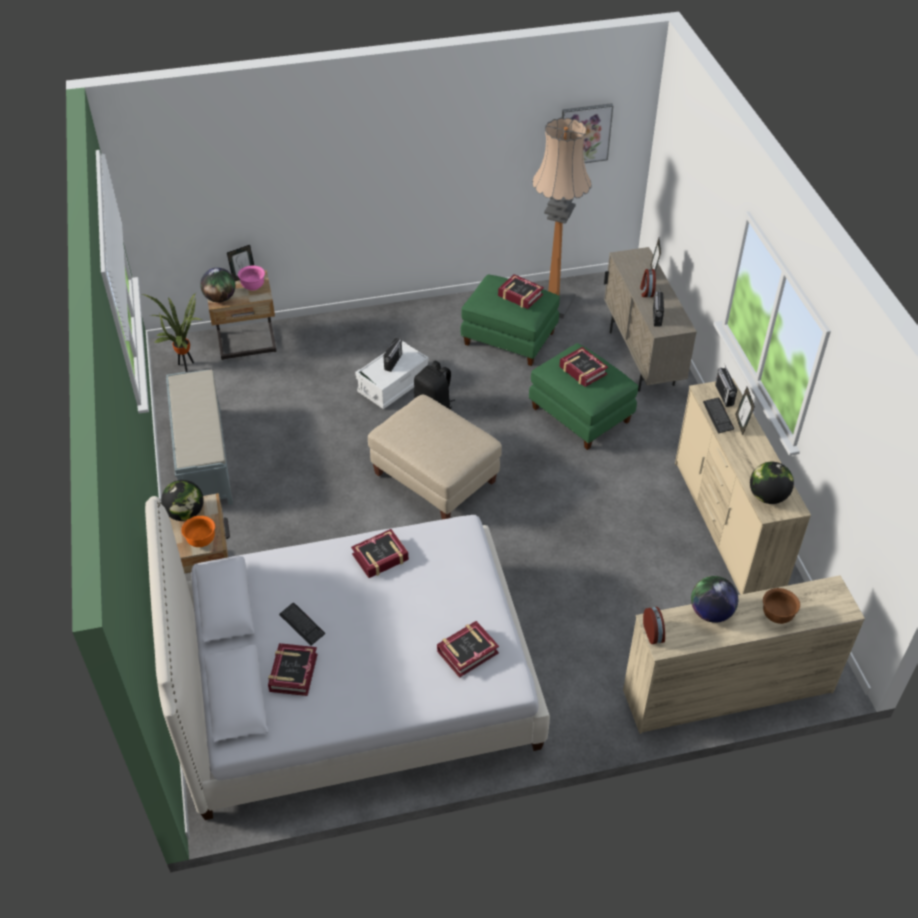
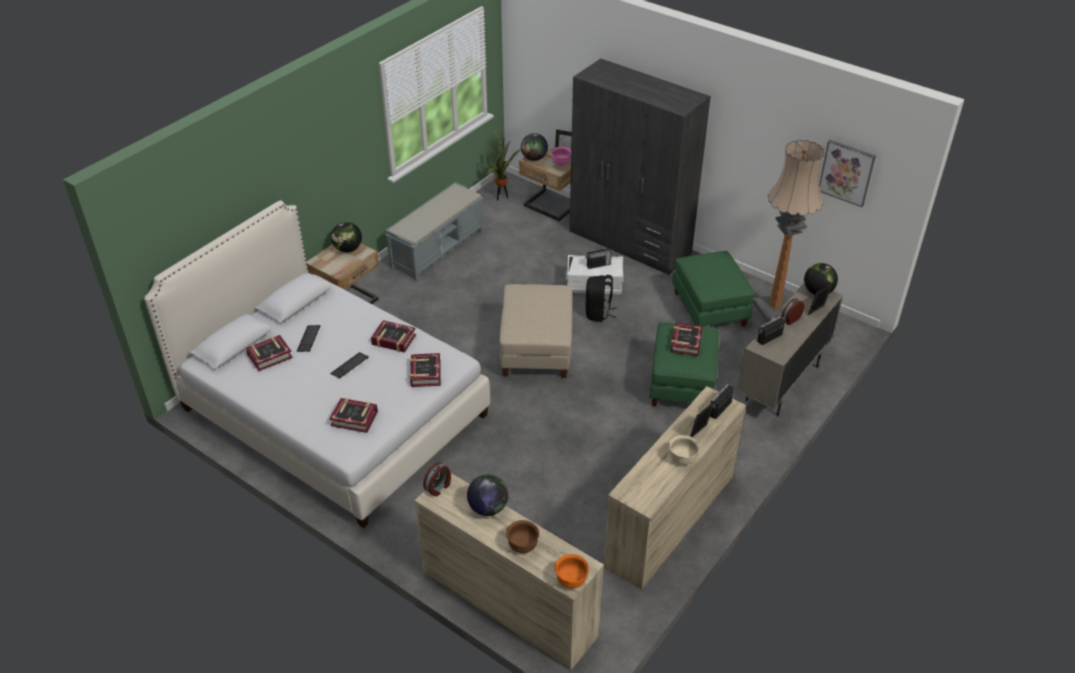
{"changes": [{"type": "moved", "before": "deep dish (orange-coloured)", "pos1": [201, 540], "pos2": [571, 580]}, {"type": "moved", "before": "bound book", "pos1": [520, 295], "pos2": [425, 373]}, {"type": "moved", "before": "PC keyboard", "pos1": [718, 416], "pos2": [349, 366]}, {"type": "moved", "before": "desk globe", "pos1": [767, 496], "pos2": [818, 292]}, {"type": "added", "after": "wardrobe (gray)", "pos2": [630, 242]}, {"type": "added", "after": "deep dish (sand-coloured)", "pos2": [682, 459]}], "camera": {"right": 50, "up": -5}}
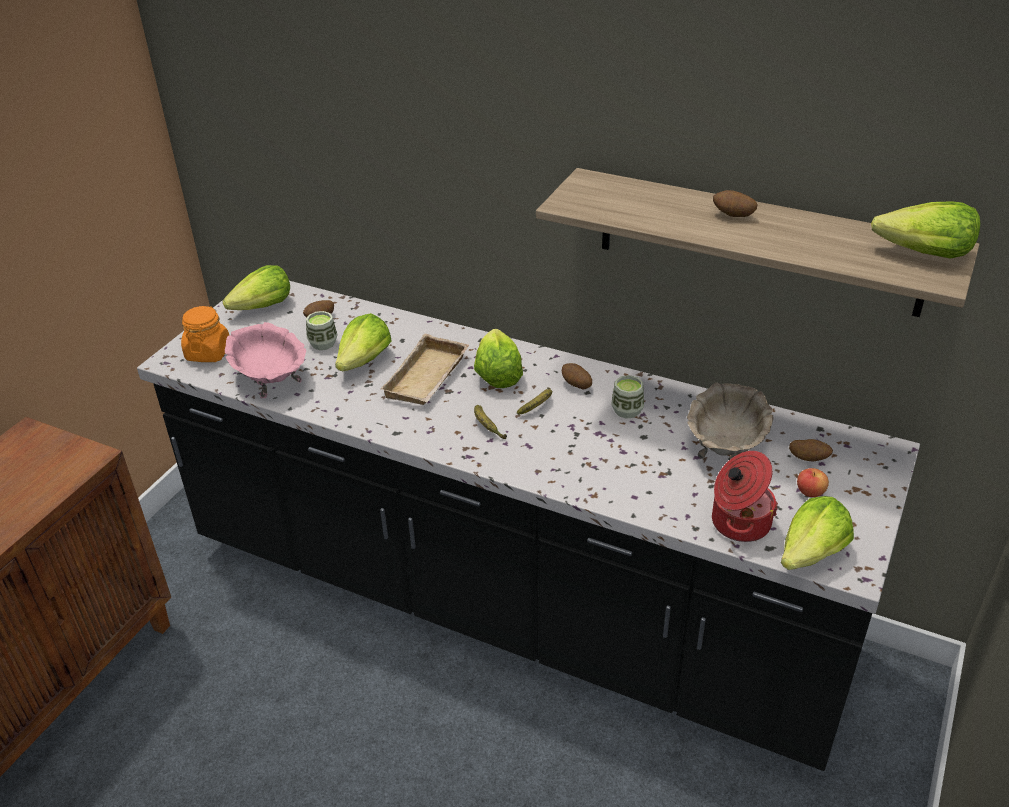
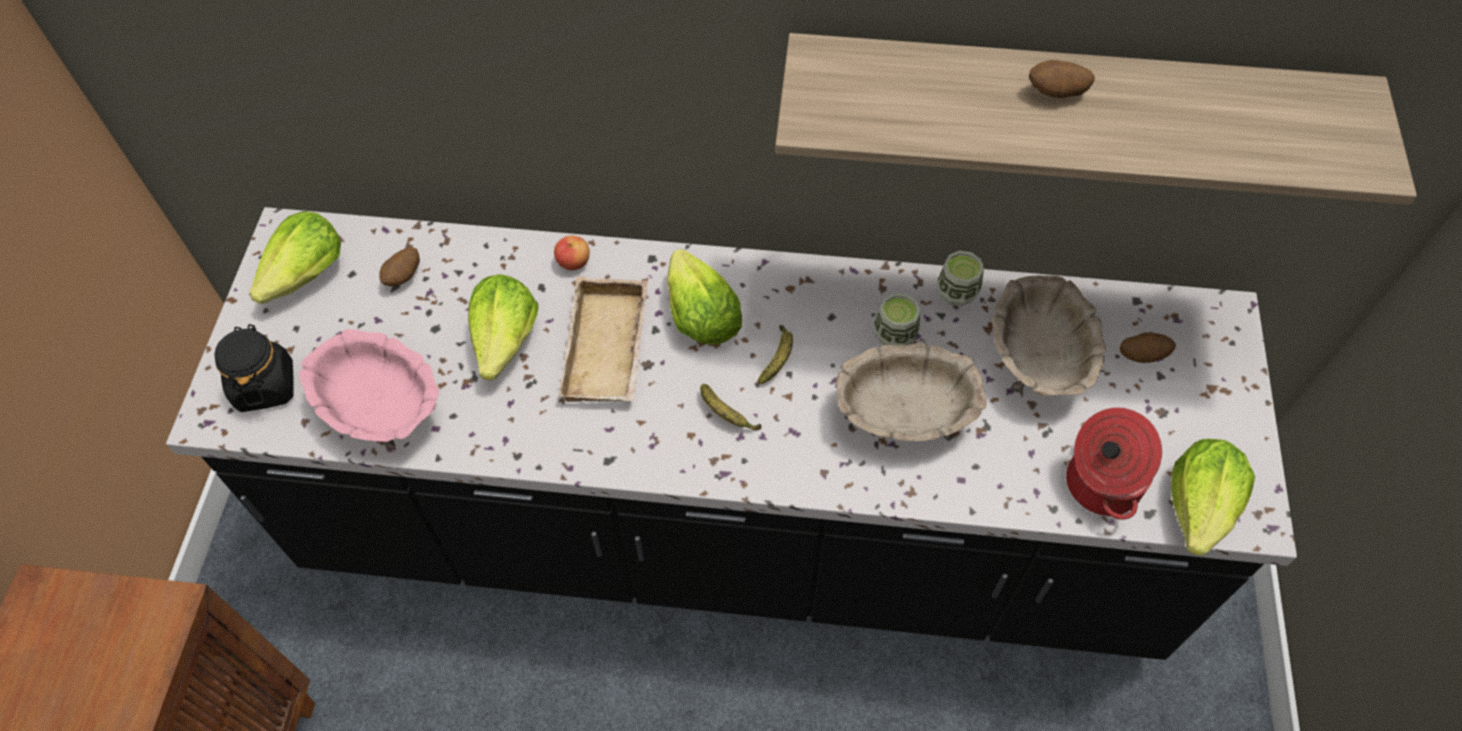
{"changes": [{"type": "recoloured", "before": "preserve jar (orange-coloured)", "after": "preserve jar (blackish)", "pos1": [208, 352], "pos2": [265, 385]}, {"type": "moved", "before": "small cup", "pos1": [323, 343], "pos2": [956, 292]}, {"type": "removed", "before": "whole potato", "pos1": [576, 385]}, {"type": "moved", "before": "whole apple", "pos1": [810, 492], "pos2": [574, 262]}, {"type": "removed", "before": "lettuce head", "pos1": [924, 254]}, {"type": "added", "after": "deep dish (sand-coloured)", "pos2": [903, 416]}], "camera": {"right": -20, "up": 20}}
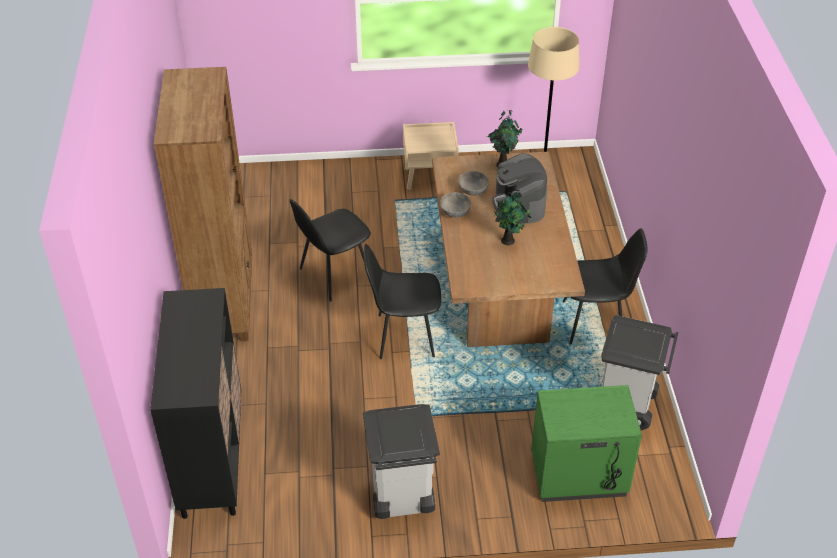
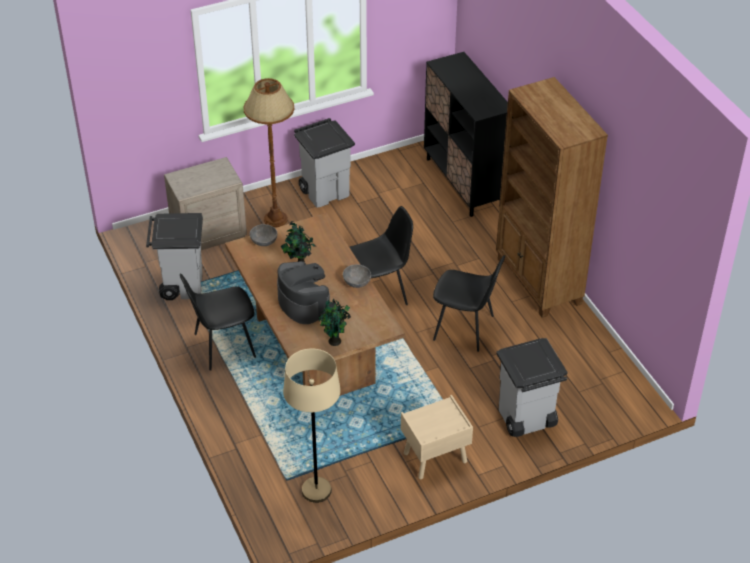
{"changes": [{"type": "turned", "before": "upright chair (blackish)", "pos1": [334, 275], "pos2": [465, 328], "turn": 75}, {"type": "moved", "before": "deep dish (gray)", "pos1": [473, 190], "pos2": [264, 241]}, {"type": "recoloured", "before": "night table (green-coloured)", "after": "night table (sand-coloured)", "pos1": [579, 475], "pos2": [208, 232]}, {"type": "added", "after": "standard lamp (brownish)", "pos2": [275, 219]}, {"type": "added", "after": "rubbish bin (gray)", "pos2": [525, 419]}], "camera": {"right": 160, "up": 0}}
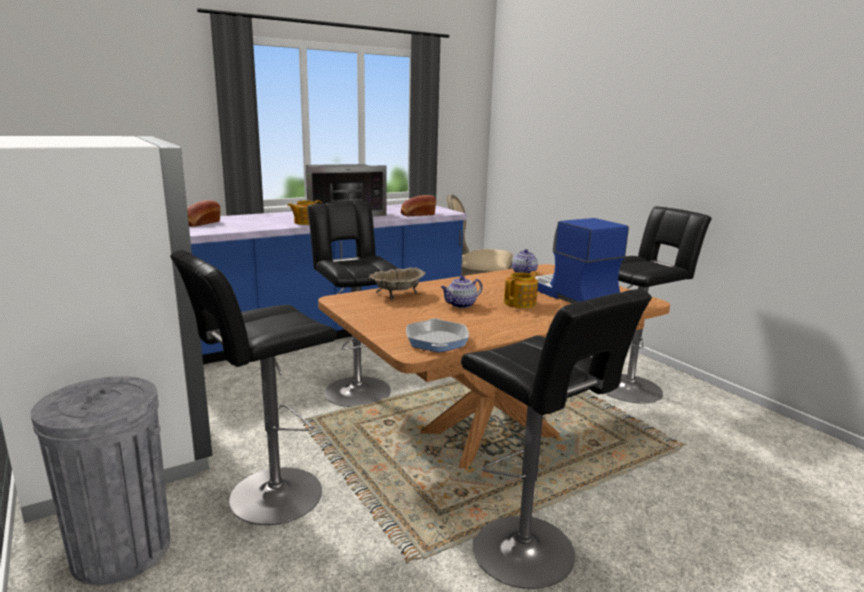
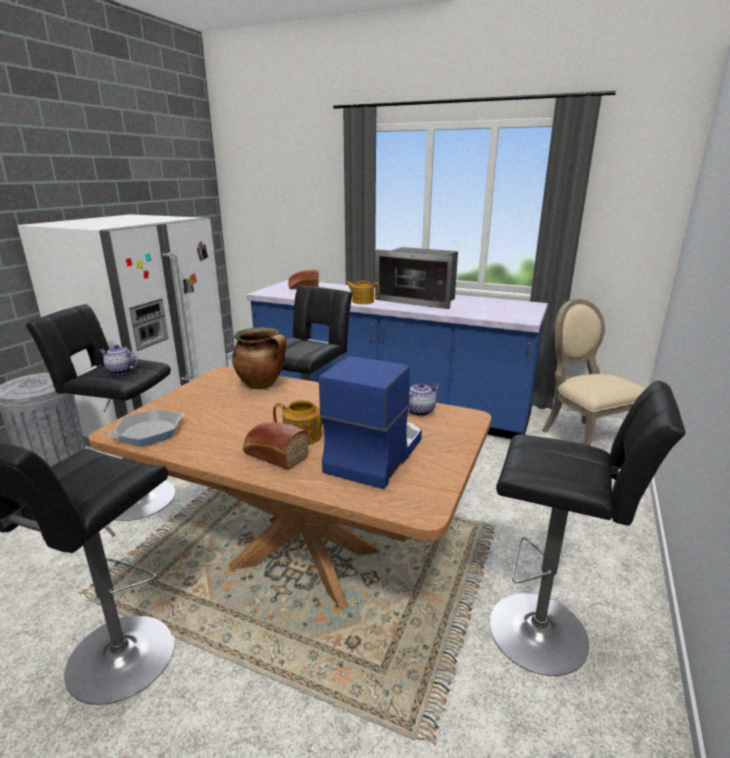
{"changes": [{"type": "replaced", "before": "deep dish (sand-coloured)", "after": "stockpot", "pos1": [397, 294], "pos2": [262, 385]}, {"type": "moved", "before": "bakery bread", "pos1": [417, 214], "pos2": [273, 455]}, {"type": "moved", "before": "tea pot", "pos1": [461, 305], "pos2": [120, 371]}], "camera": {"right": 55, "up": 5}}
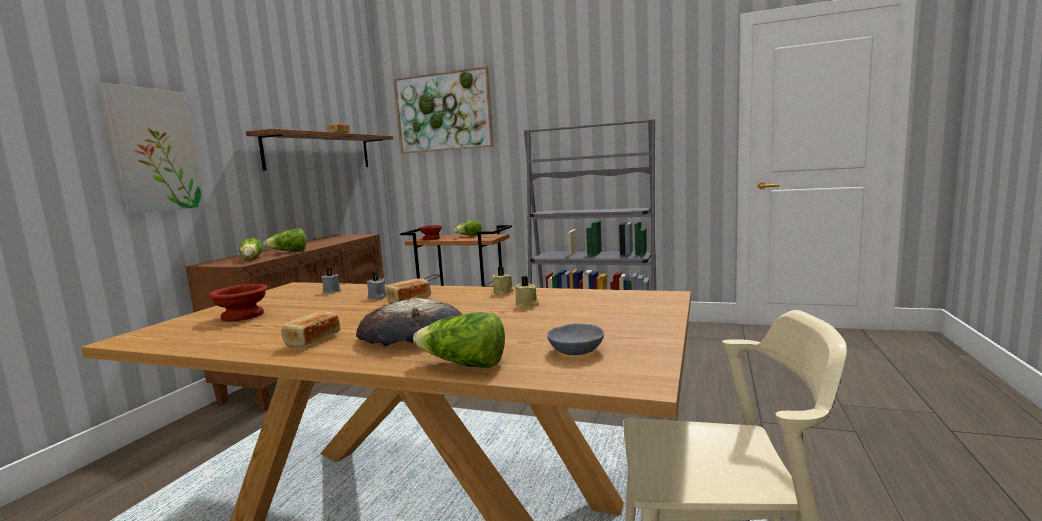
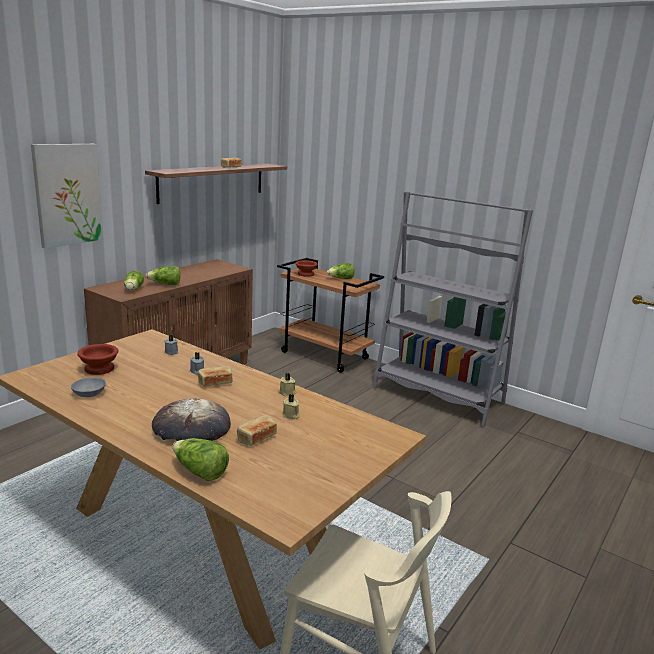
{"changes": [{"type": "moved", "before": "bakery bread", "pos1": [311, 340], "pos2": [256, 438]}, {"type": "removed", "before": "wall picture", "pos1": [443, 112]}, {"type": "moved", "before": "deep dish (gray)", "pos1": [574, 350], "pos2": [89, 393]}], "camera": {"right": 15, "up": 10}}
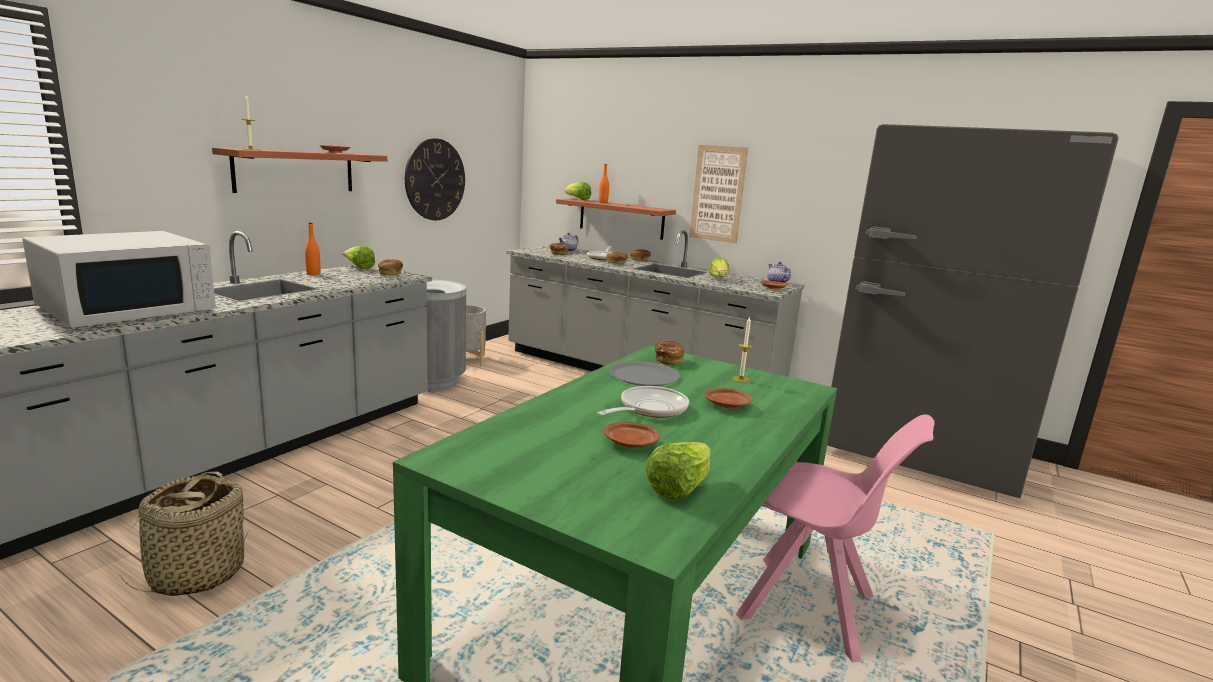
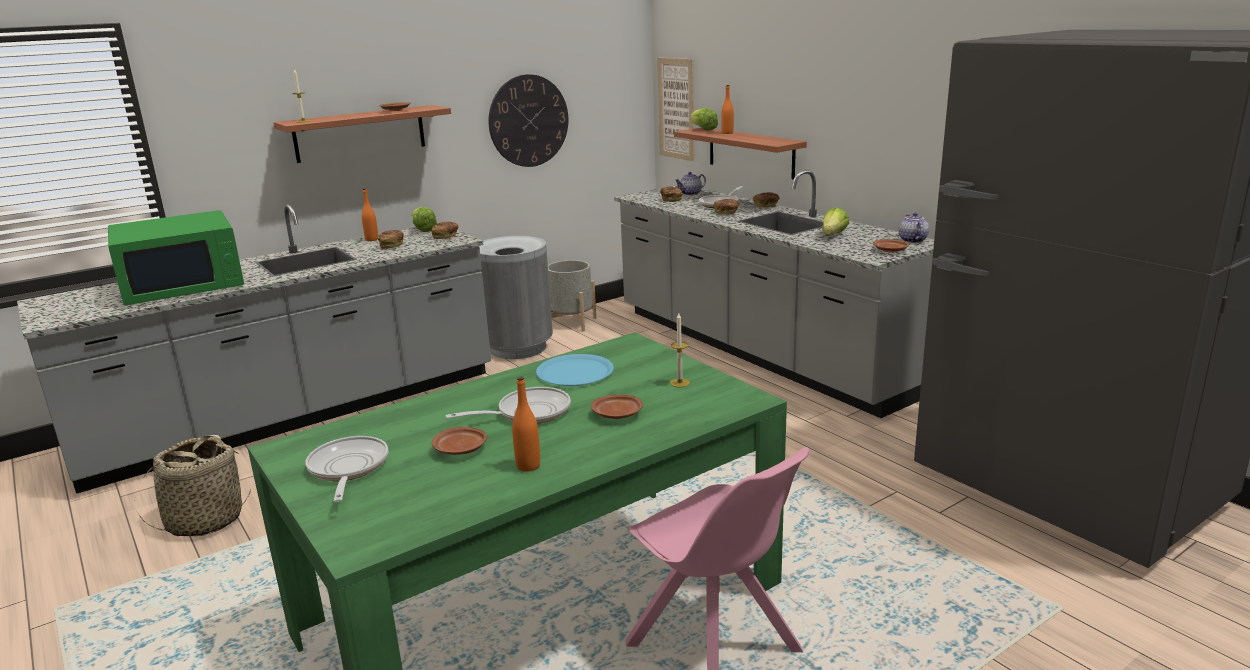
{"changes": [{"type": "recoloured", "before": "microwave (white-coloured)", "after": "microwave (green-coloured)", "pos1": [129, 308], "pos2": [184, 284]}, {"type": "recoloured", "before": "flat dish (gray)", "after": "flat dish (bluish)", "pos1": [644, 375], "pos2": [575, 372]}, {"type": "removed", "before": "lettuce head", "pos1": [678, 488]}, {"type": "moved", "before": "bakery bread", "pos1": [668, 360], "pos2": [392, 246]}, {"type": "moved", "before": "wall picture", "pos1": [718, 194], "pos2": [676, 109]}, {"type": "added", "after": "skillet", "pos2": [347, 469]}, {"type": "added", "after": "beverage bottle (orange-coloured)", "pos2": [528, 466]}], "camera": {"right": 25, "up": 5}}
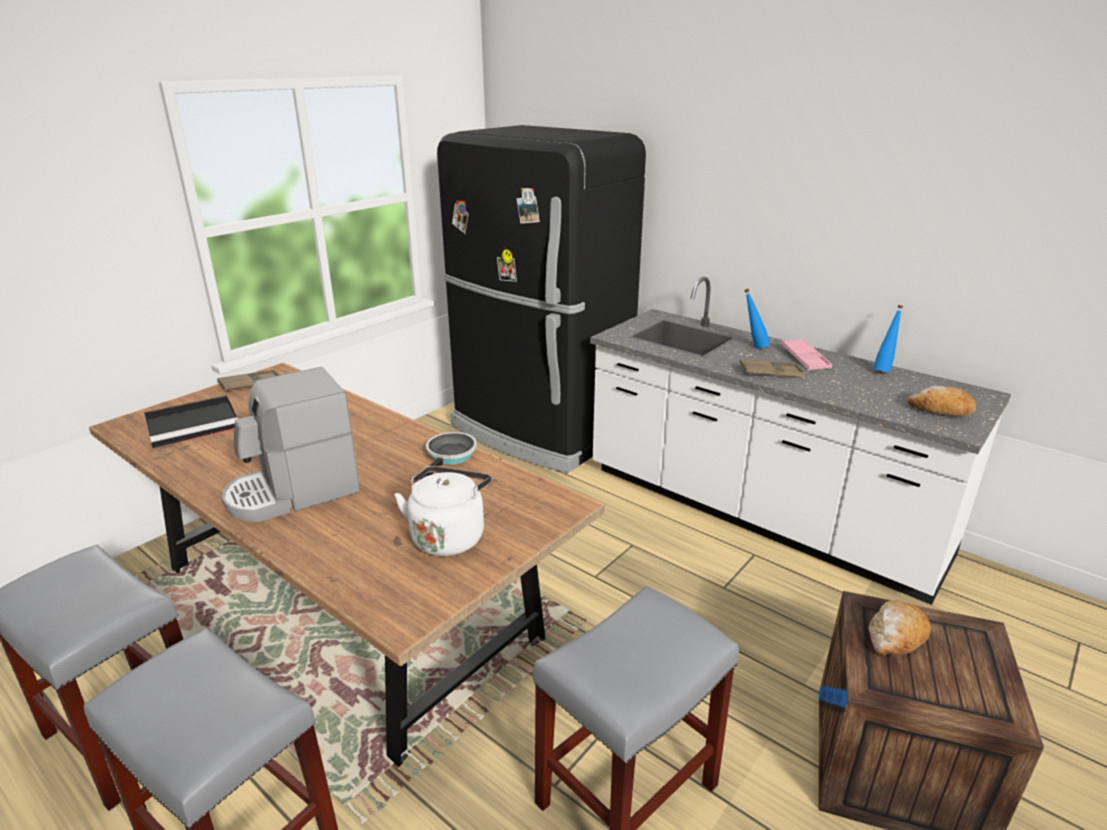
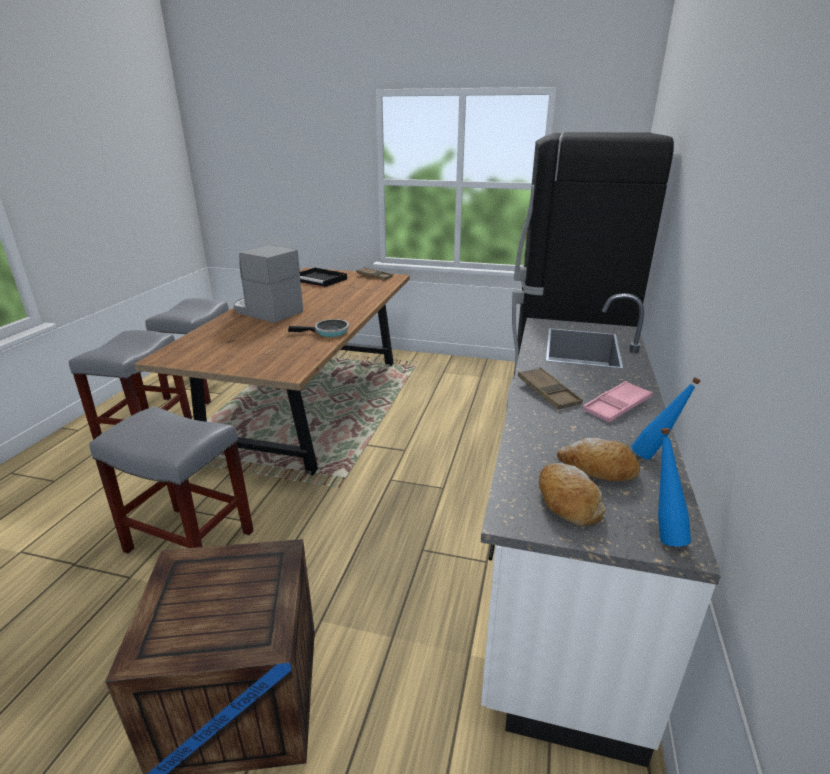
{"changes": [{"type": "removed", "before": "kettle (white-coloured)", "pos1": [449, 536]}, {"type": "moved", "before": "beverage bottle (bluish)", "pos1": [753, 347], "pos2": [661, 533]}, {"type": "moved", "before": "bakery bread", "pos1": [895, 637], "pos2": [597, 470]}], "camera": {"right": 65, "up": 0}}
